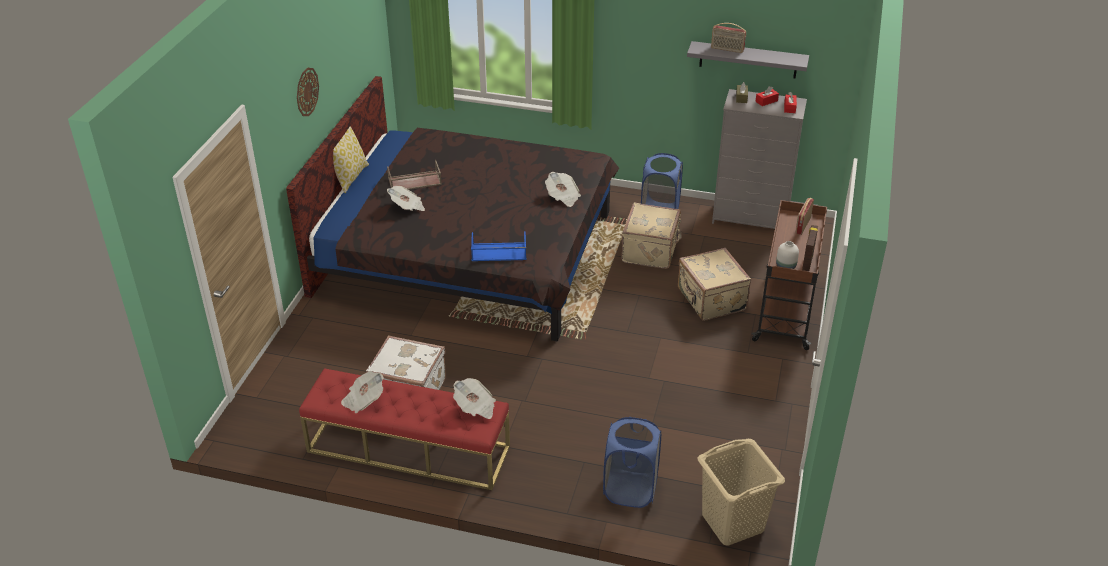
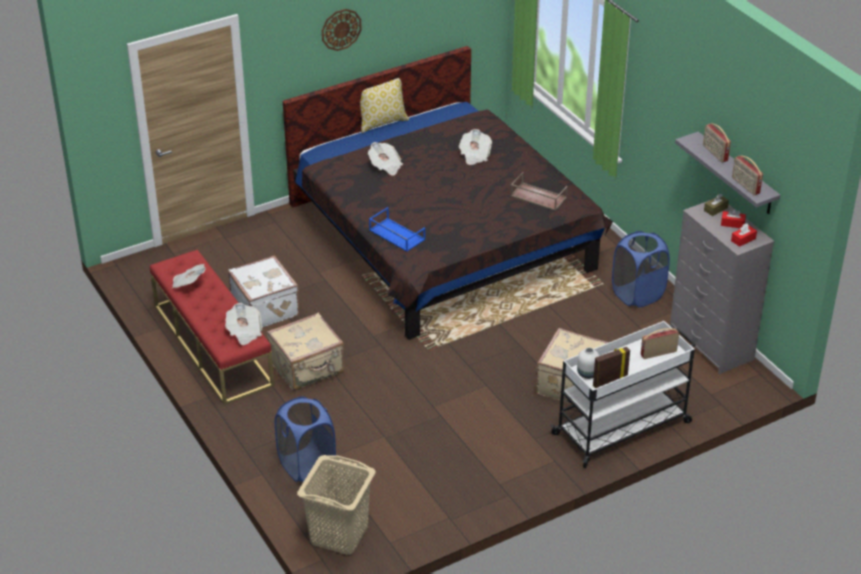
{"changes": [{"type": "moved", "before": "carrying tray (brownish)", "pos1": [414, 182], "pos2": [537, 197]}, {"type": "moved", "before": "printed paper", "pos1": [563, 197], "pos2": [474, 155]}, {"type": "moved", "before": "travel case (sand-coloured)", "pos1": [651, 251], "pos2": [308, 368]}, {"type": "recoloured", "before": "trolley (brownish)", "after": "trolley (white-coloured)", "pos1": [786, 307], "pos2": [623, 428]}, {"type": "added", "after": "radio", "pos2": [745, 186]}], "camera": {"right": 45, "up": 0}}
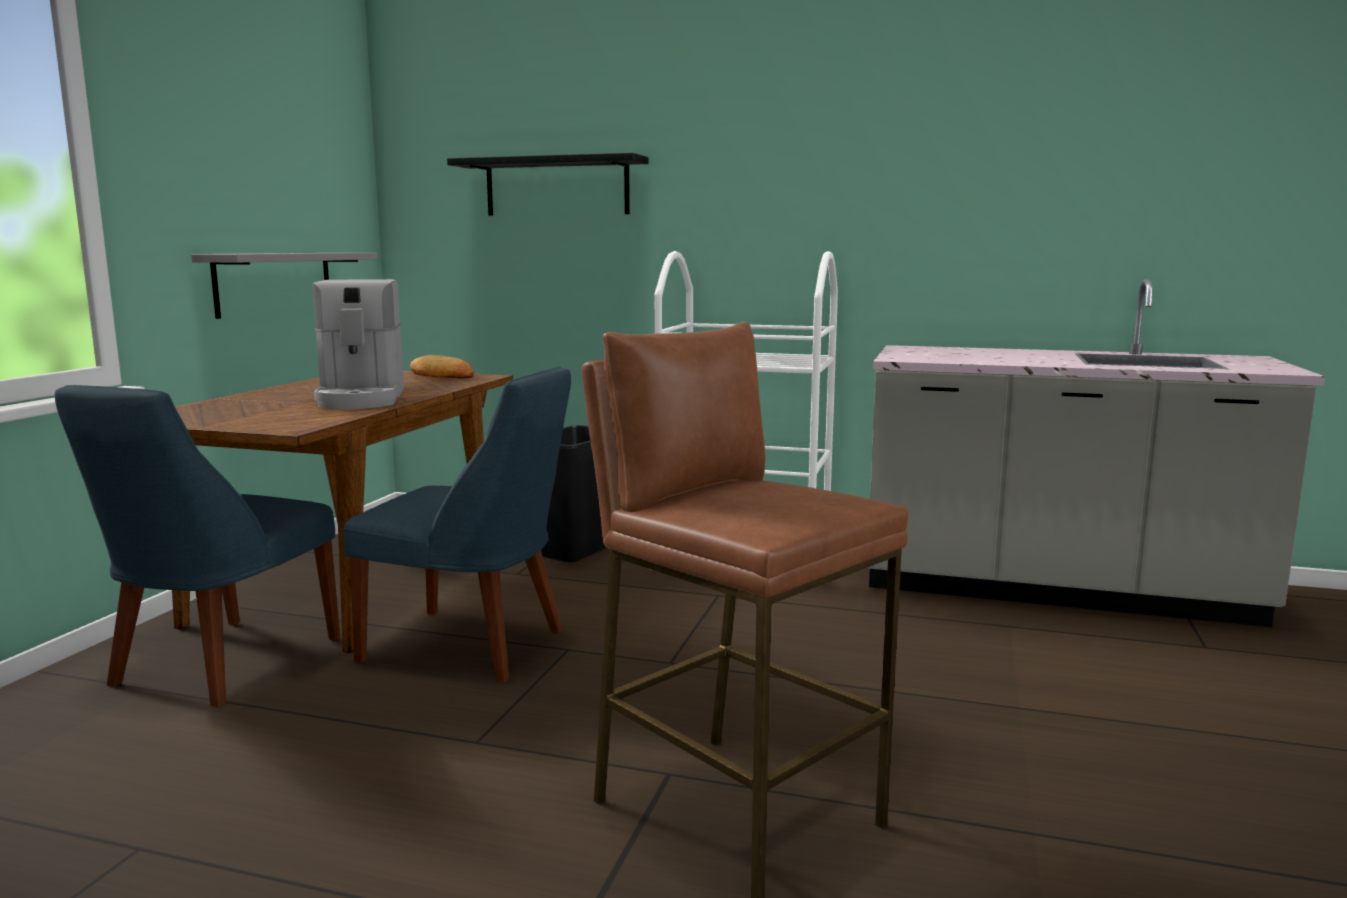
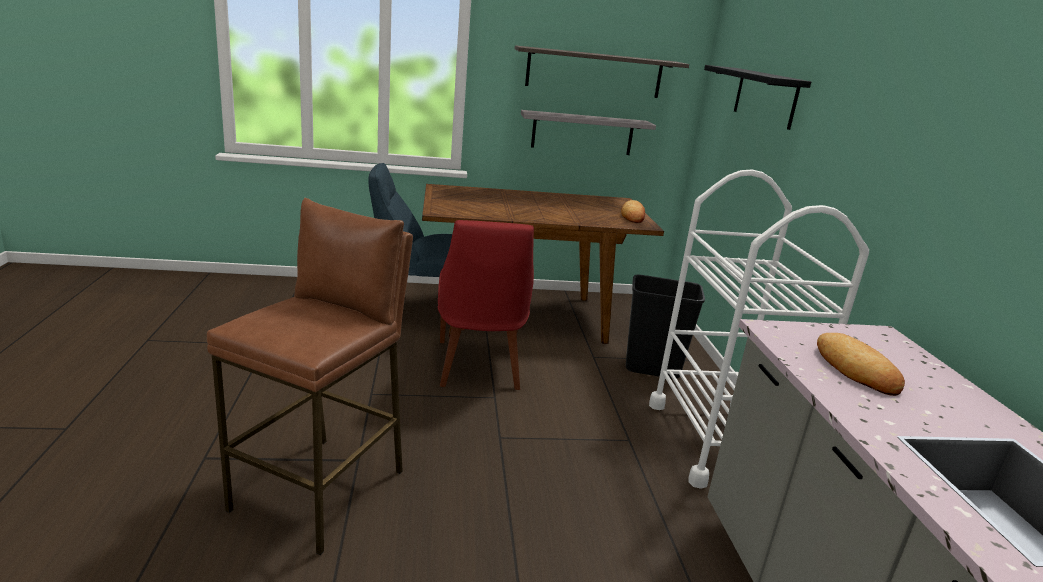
{"changes": [{"type": "removed", "before": "coffee maker", "pos1": [362, 398]}, {"type": "recoloured", "before": "upright chair (bluish)", "after": "upright chair (red-coloured)", "pos1": [472, 646], "pos2": [478, 367]}, {"type": "added", "after": "wall shelf", "pos2": [594, 72]}, {"type": "added", "after": "bakery bread", "pos2": [855, 370]}], "camera": {"right": 65, "up": 10}}
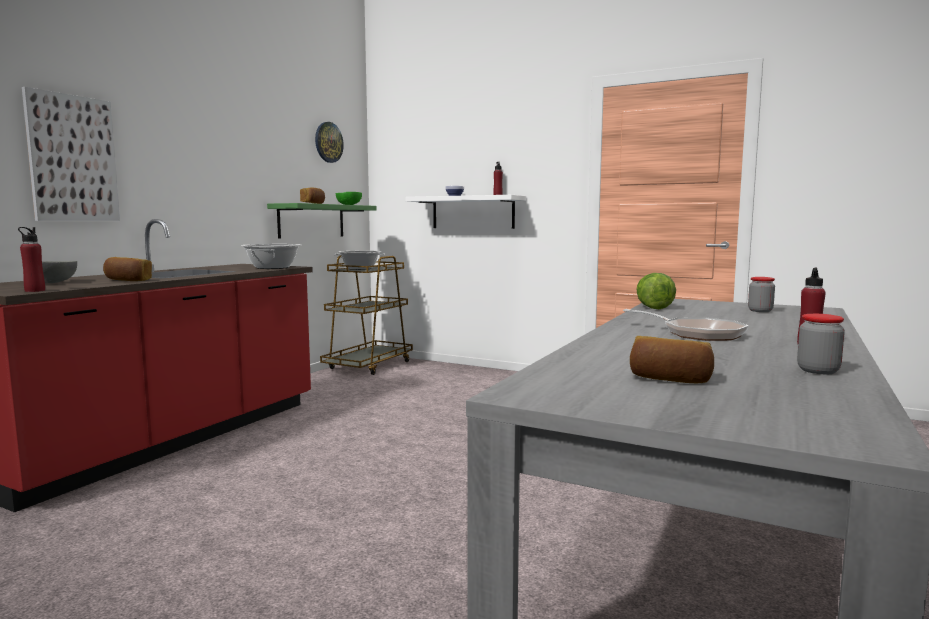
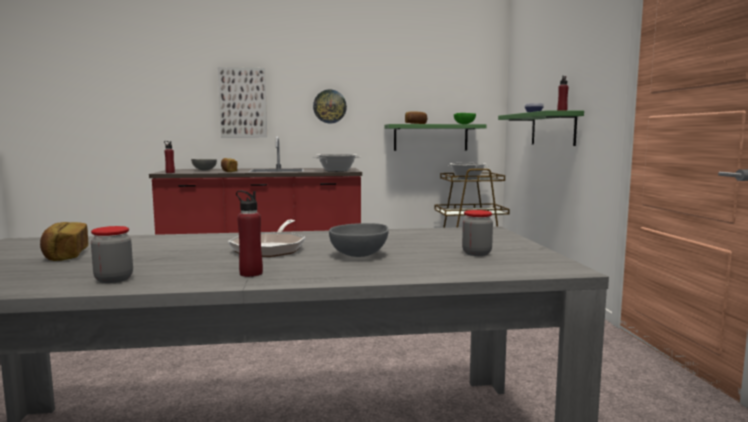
{"changes": [{"type": "moved", "before": "hanging clock", "pos1": [328, 142], "pos2": [329, 106]}, {"type": "recoloured", "before": "wall shelf (white-coloured)", "after": "wall shelf (green-coloured)", "pos1": [473, 212], "pos2": [553, 129]}, {"type": "removed", "before": "lettuce head", "pos1": [652, 307]}, {"type": "added", "after": "deep dish (gray)", "pos2": [360, 255]}], "camera": {"right": 55, "up": 0}}
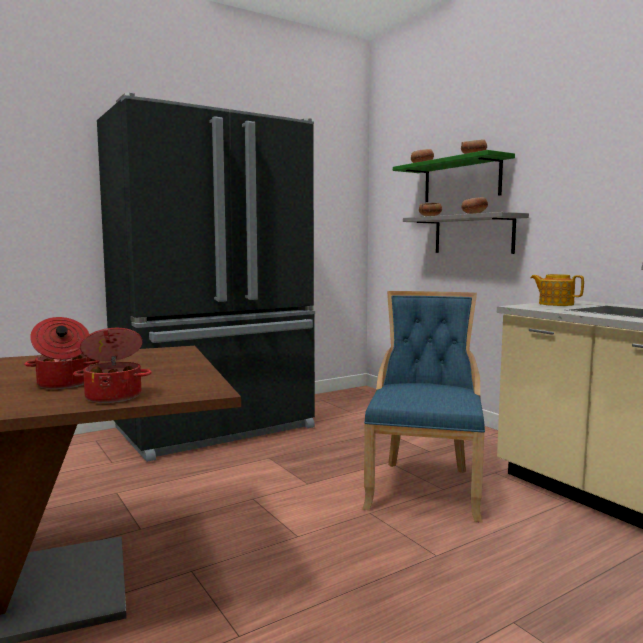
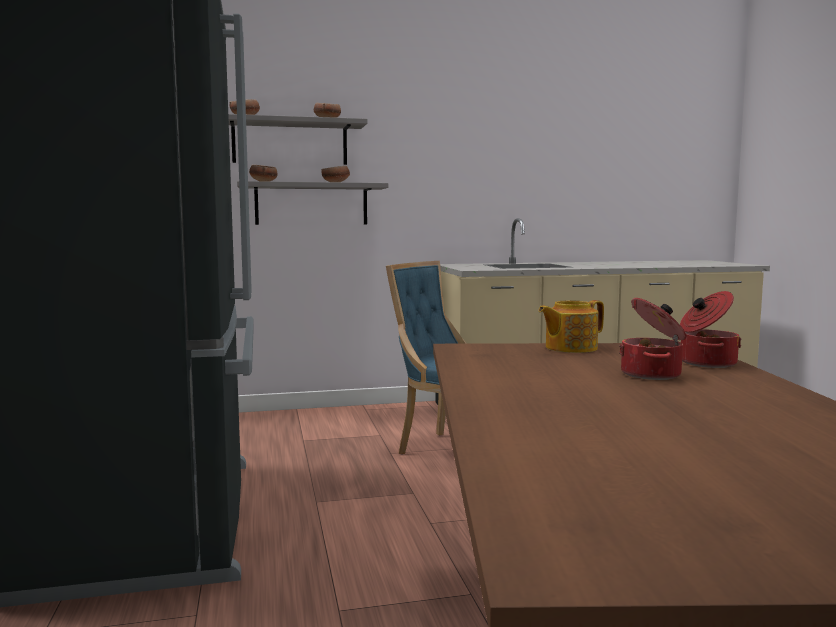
{"changes": [{"type": "recoloured", "before": "wall shelf (green-coloured)", "after": "wall shelf (gray)", "pos1": [461, 180], "pos2": [290, 142]}, {"type": "moved", "before": "tea pot", "pos1": [555, 304], "pos2": [569, 348]}], "camera": {"right": -70, "up": 0}}
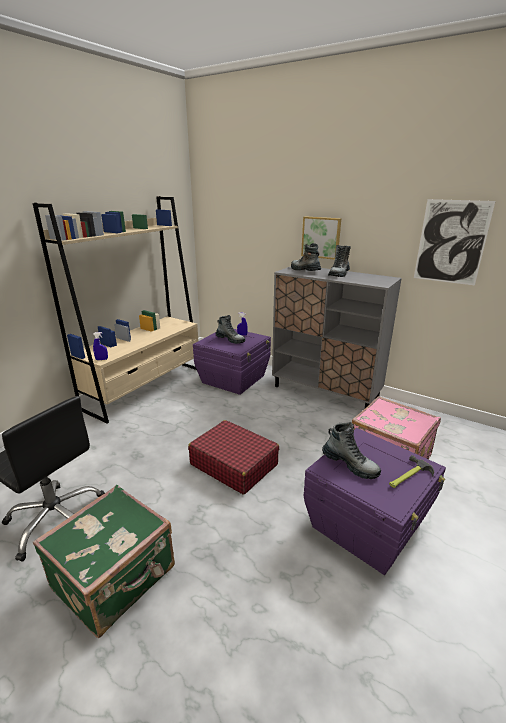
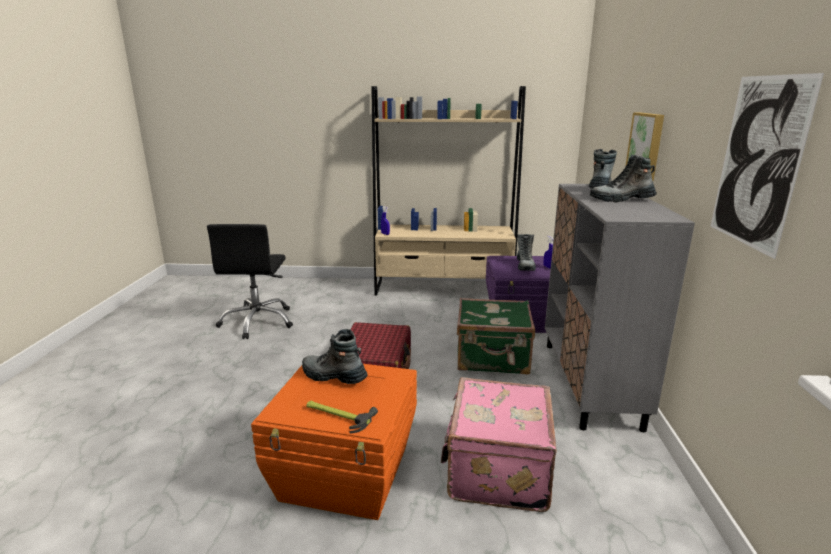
{"changes": [{"type": "moved", "before": "travel case (green-coloured)", "pos1": [116, 578], "pos2": [493, 358]}, {"type": "recoloured", "before": "storage bin (purplish)", "after": "storage bin (orange-coloured)", "pos1": [367, 525], "pos2": [346, 474]}, {"type": "turned", "before": "boot", "pos1": [350, 464], "pos2": [333, 376], "turn": 105}], "camera": {"right": 60, "up": -5}}
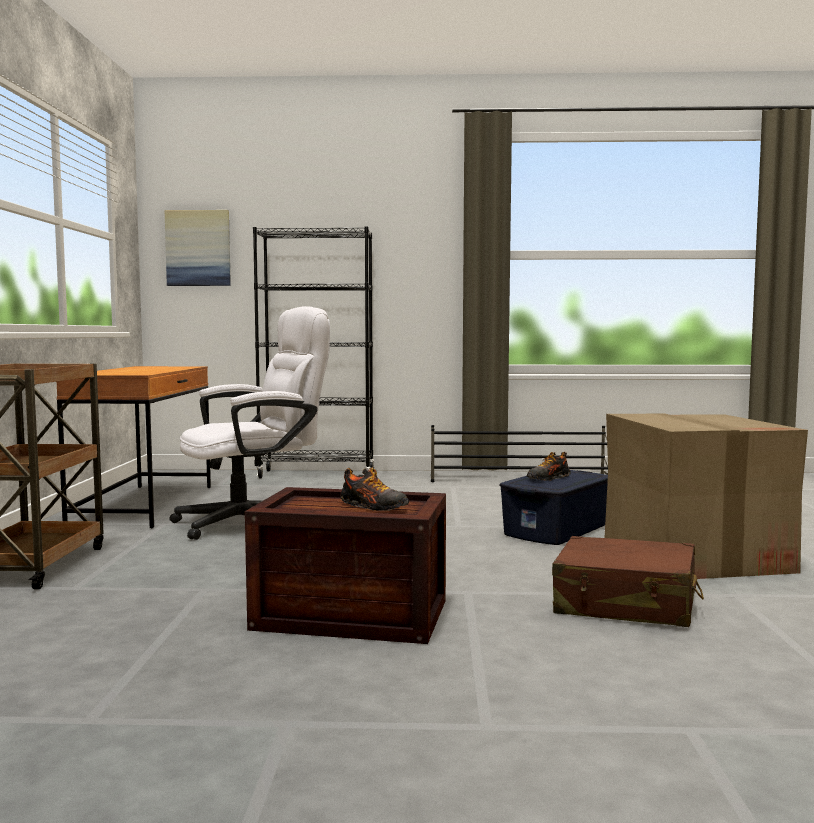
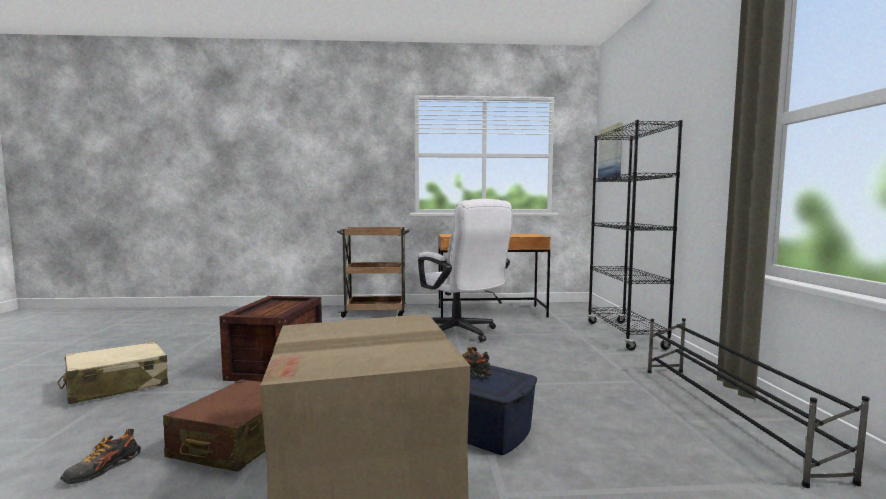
{"changes": [{"type": "moved", "before": "low shoe", "pos1": [373, 507], "pos2": [102, 470]}, {"type": "added", "after": "travel case (sand-coloured)", "pos2": [117, 386]}], "camera": {"right": 85, "up": 0}}
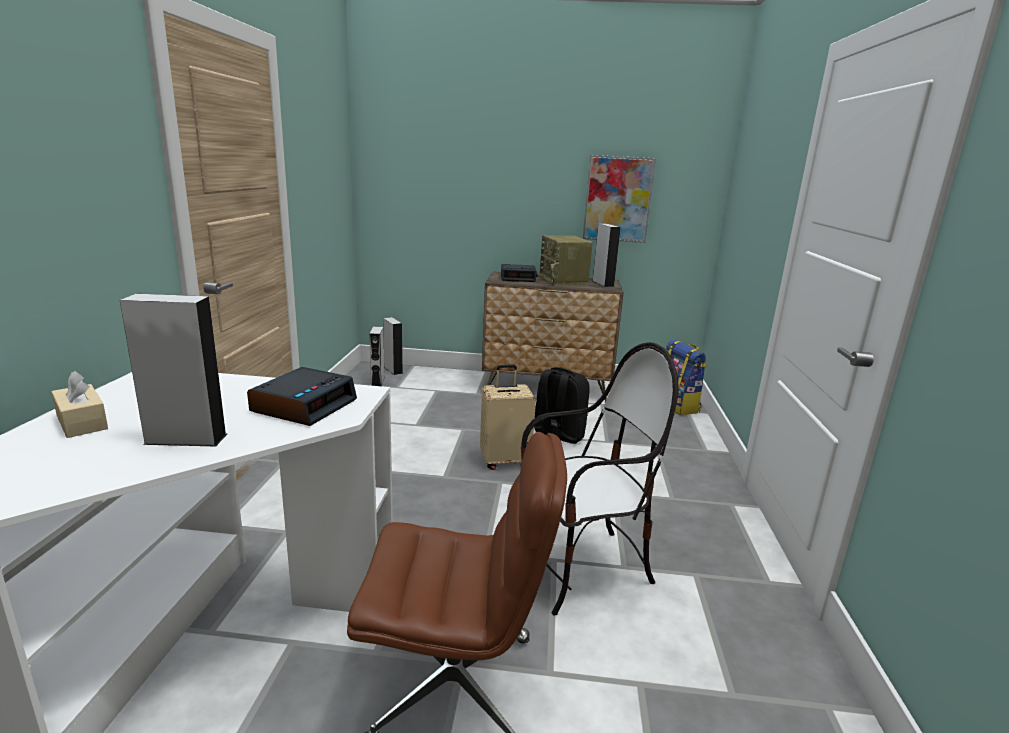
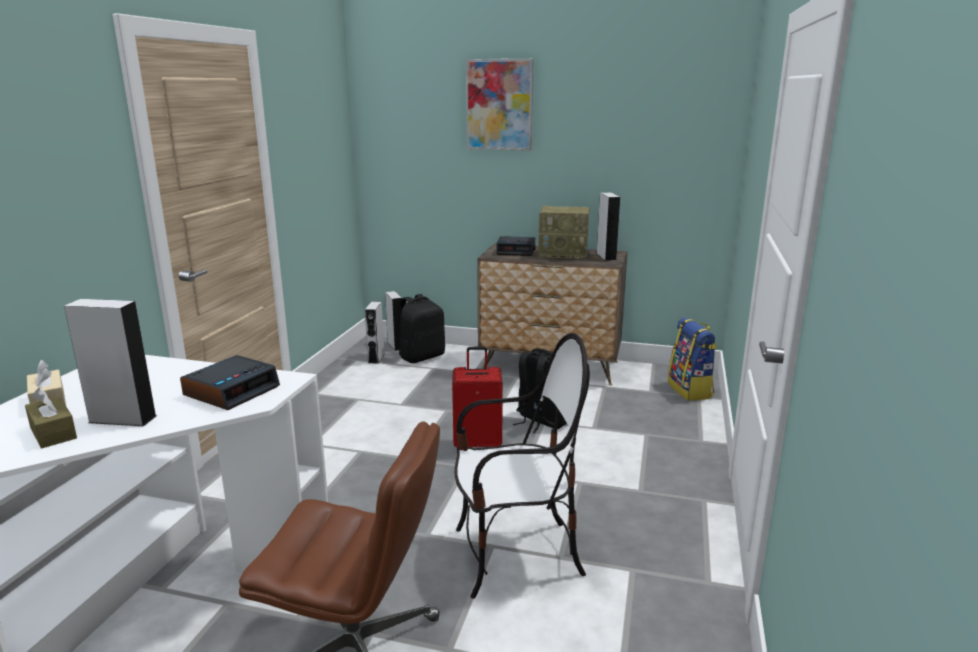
{"changes": [{"type": "recoloured", "before": "travel case (sand-coloured)", "after": "travel case (red-coloured)", "pos1": [505, 461], "pos2": [478, 445]}, {"type": "turned", "before": "radio", "pos1": [564, 281], "pos2": [564, 254], "turn": -75}, {"type": "moved", "before": "wall picture", "pos1": [618, 199], "pos2": [499, 105]}, {"type": "added", "after": "box of tissues (brownish)", "pos2": [53, 432]}, {"type": "added", "after": "knapsack (blackish)", "pos2": [421, 357]}], "camera": {"right": 10, "up": 0}}
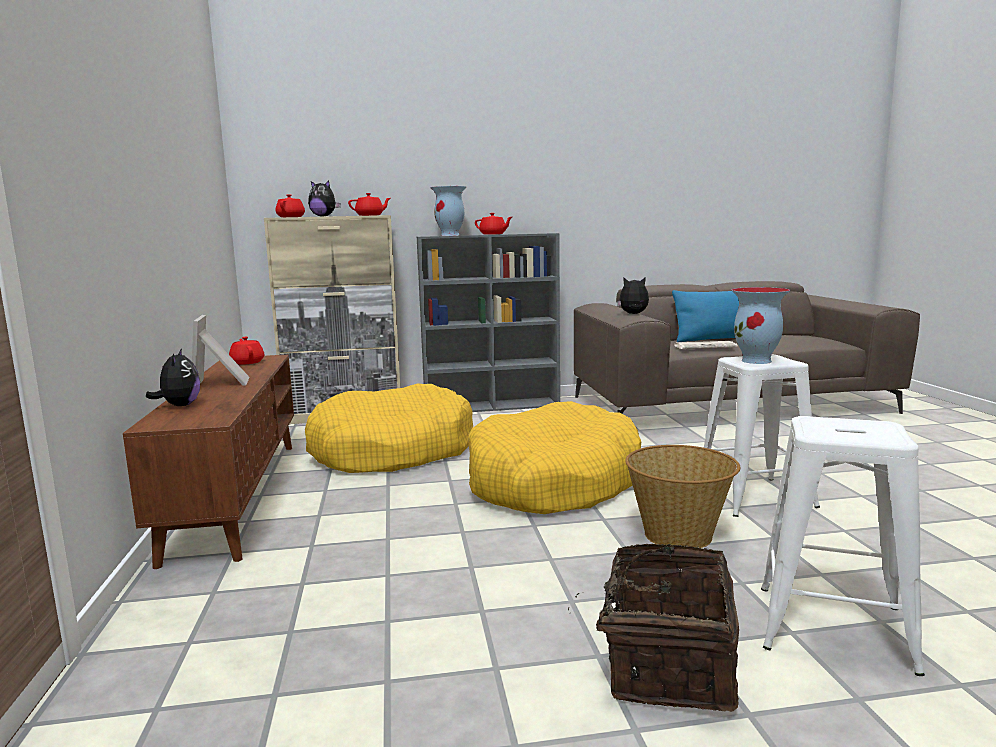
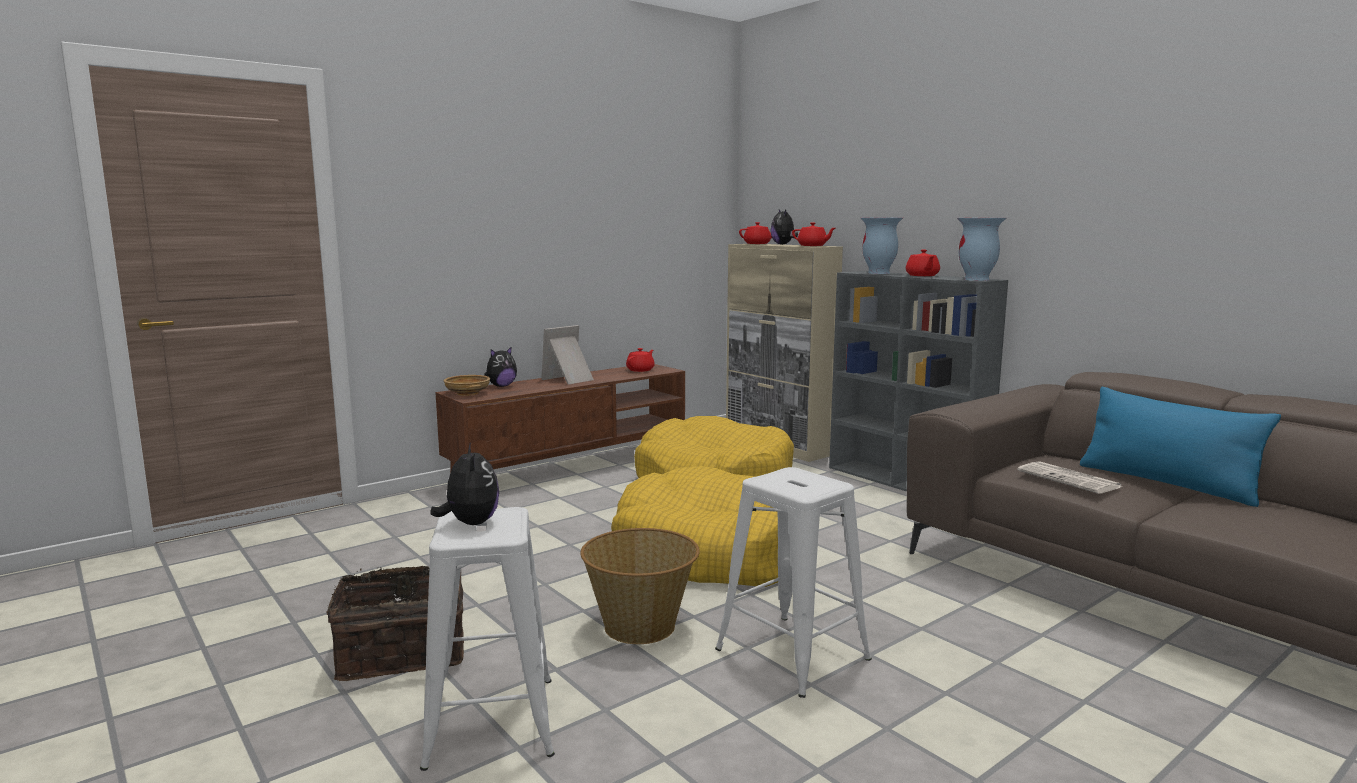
{"changes": [{"type": "moved", "before": "cuddly toy", "pos1": [633, 314], "pos2": [470, 523]}, {"type": "moved", "before": "vase", "pos1": [757, 361], "pos2": [977, 279]}, {"type": "added", "after": "deep dish (sand-coloured)", "pos2": [468, 393]}], "camera": {"right": 60, "up": 0}}
